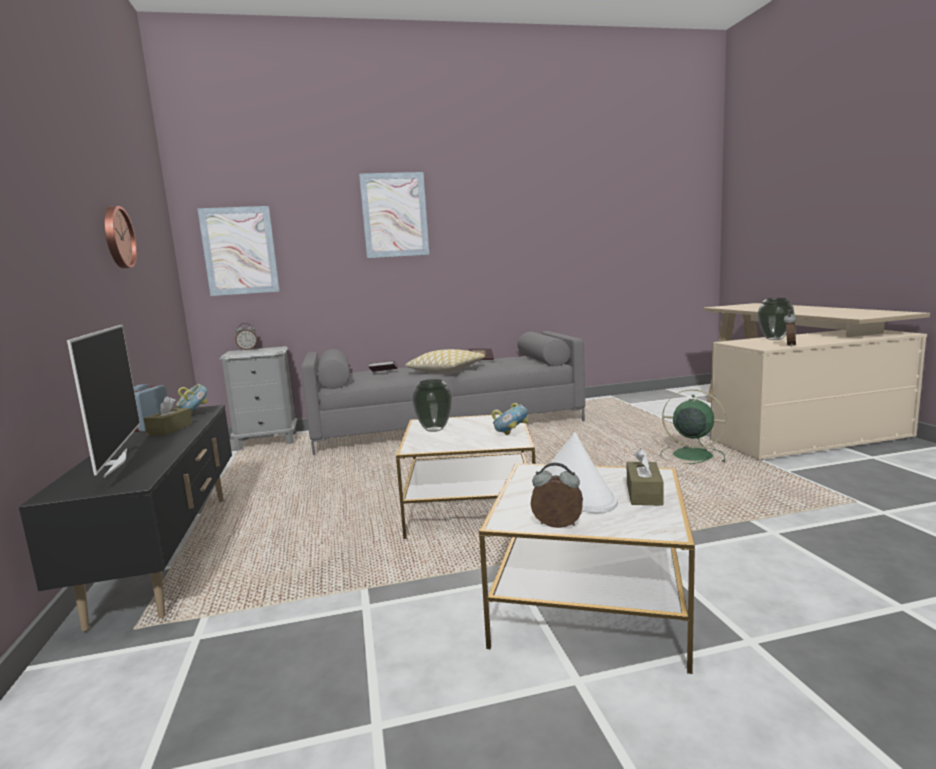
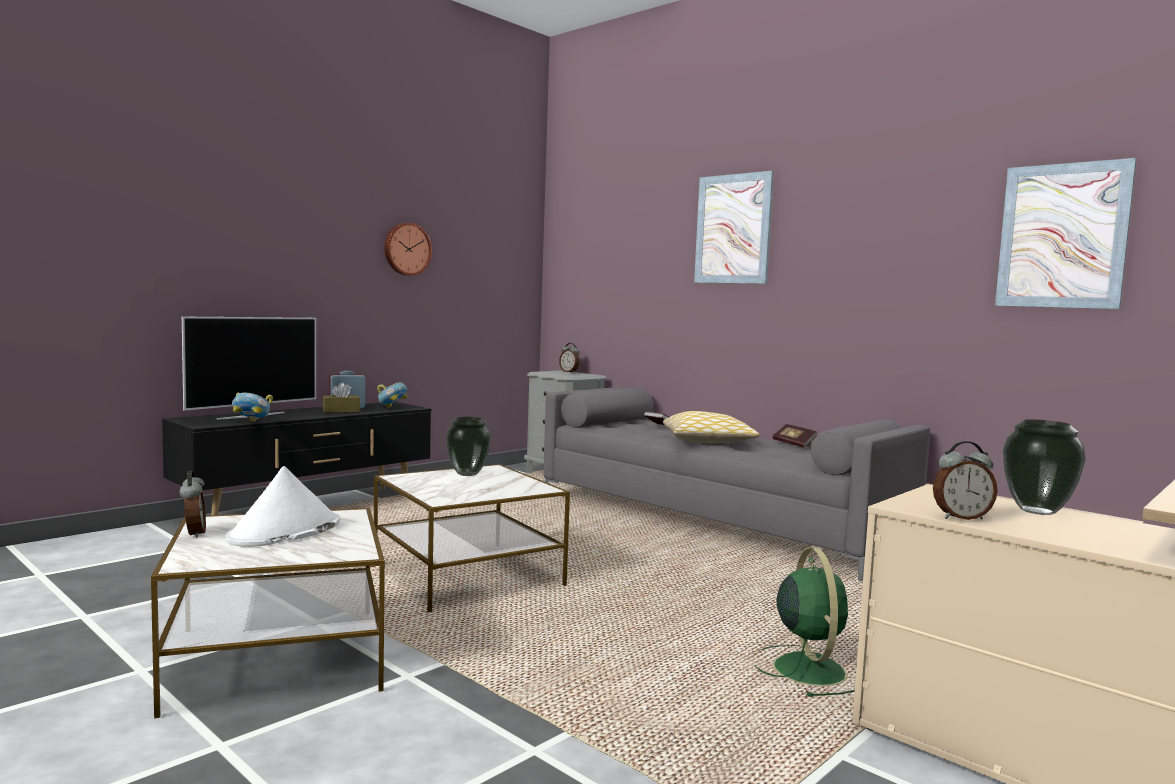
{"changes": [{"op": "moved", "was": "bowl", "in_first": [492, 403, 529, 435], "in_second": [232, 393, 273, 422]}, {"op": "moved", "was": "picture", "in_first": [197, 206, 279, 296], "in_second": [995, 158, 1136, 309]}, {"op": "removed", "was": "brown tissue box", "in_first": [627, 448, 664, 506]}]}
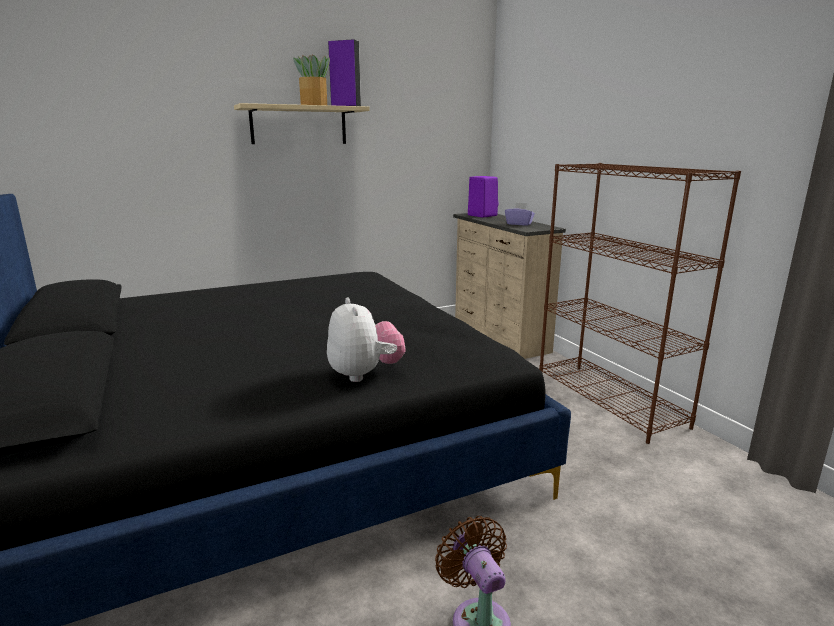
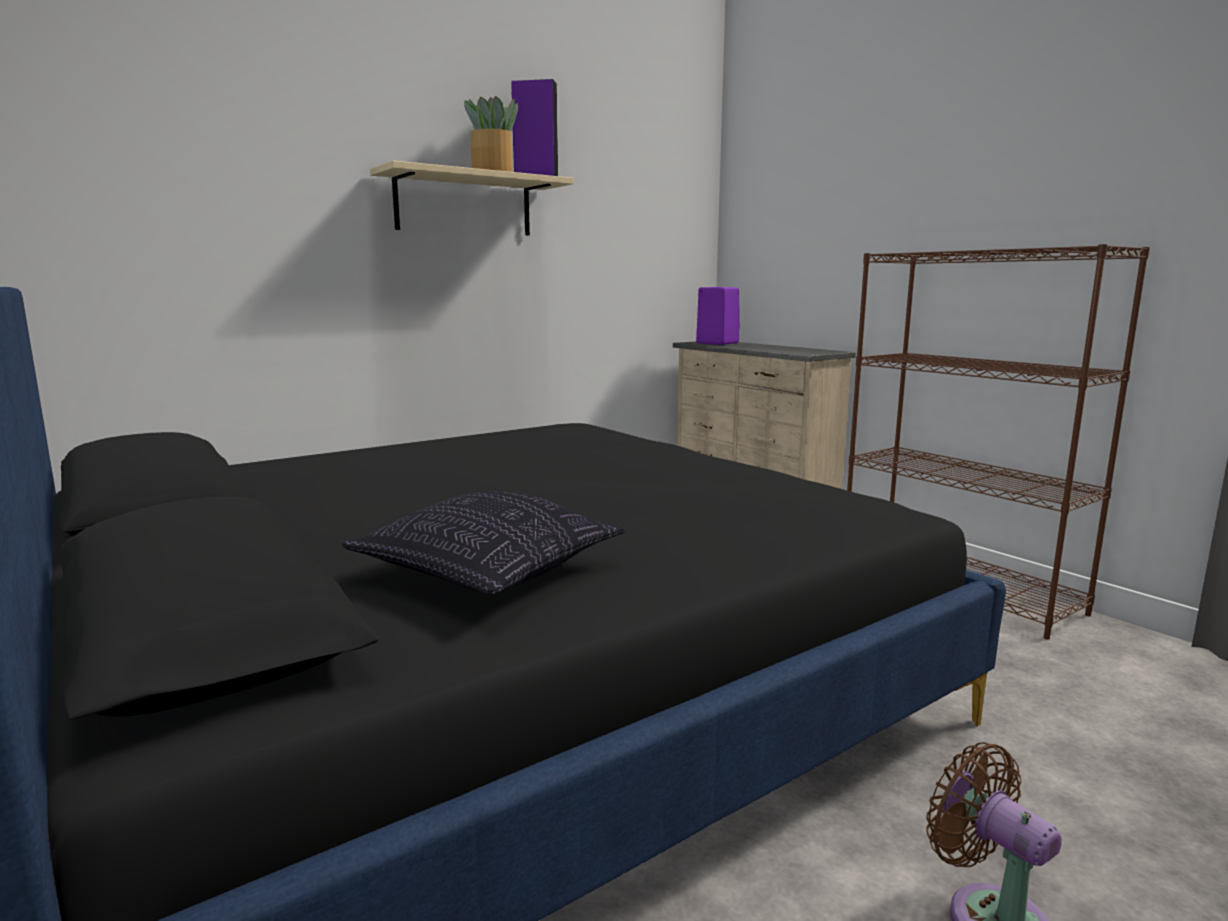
{"changes": [{"op": "added", "now": "pillow", "in_second": [342, 491, 625, 595]}, {"op": "removed", "was": "plush toy", "in_first": [327, 297, 406, 382]}, {"op": "removed", "was": "purple tissue box", "in_first": [505, 203, 535, 226]}]}
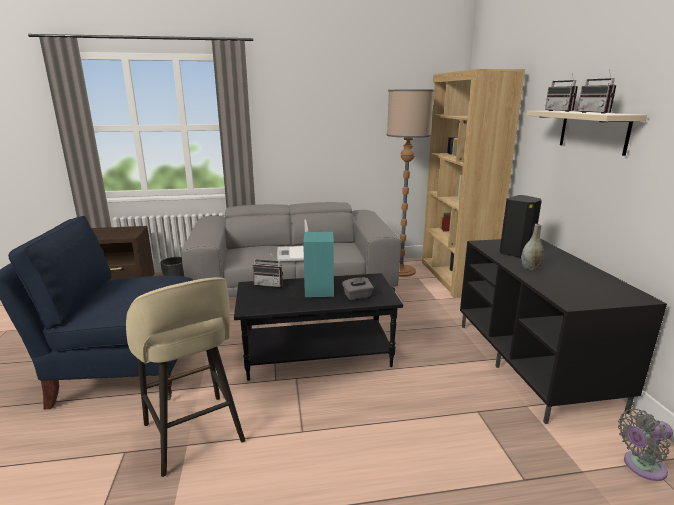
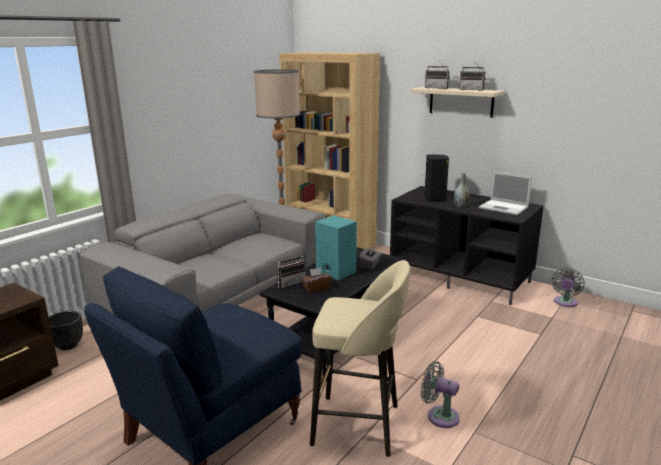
{"changes": [{"op": "added", "now": "brown tissue box", "in_second": [301, 267, 332, 293]}, {"op": "added", "now": "grey fan", "in_second": [421, 361, 460, 428]}, {"op": "moved", "was": "laptop", "in_first": [277, 219, 308, 261], "in_second": [479, 171, 532, 215]}]}
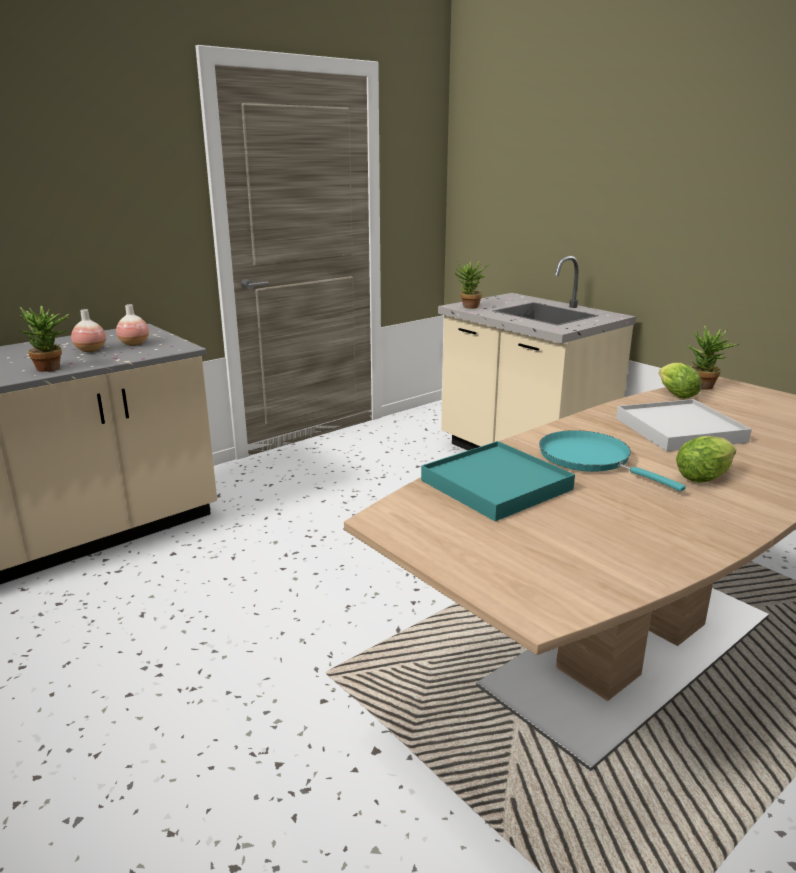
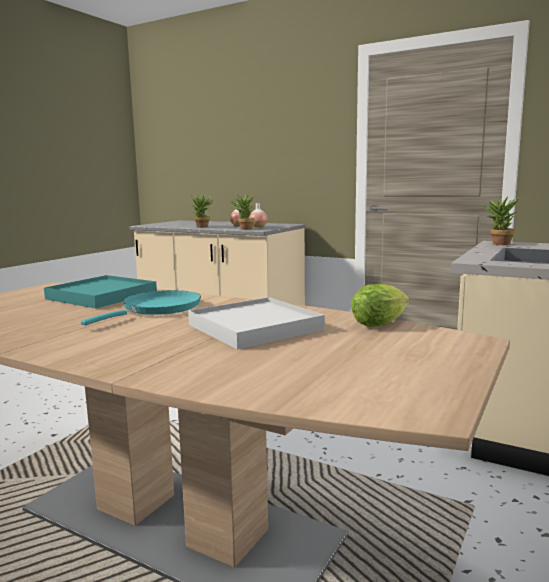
{"changes": [{"op": "moved", "was": "potted plant", "in_first": [686, 326, 739, 390], "in_second": [229, 195, 255, 230]}, {"op": "removed", "was": "lettuce", "in_first": [676, 436, 736, 483]}]}
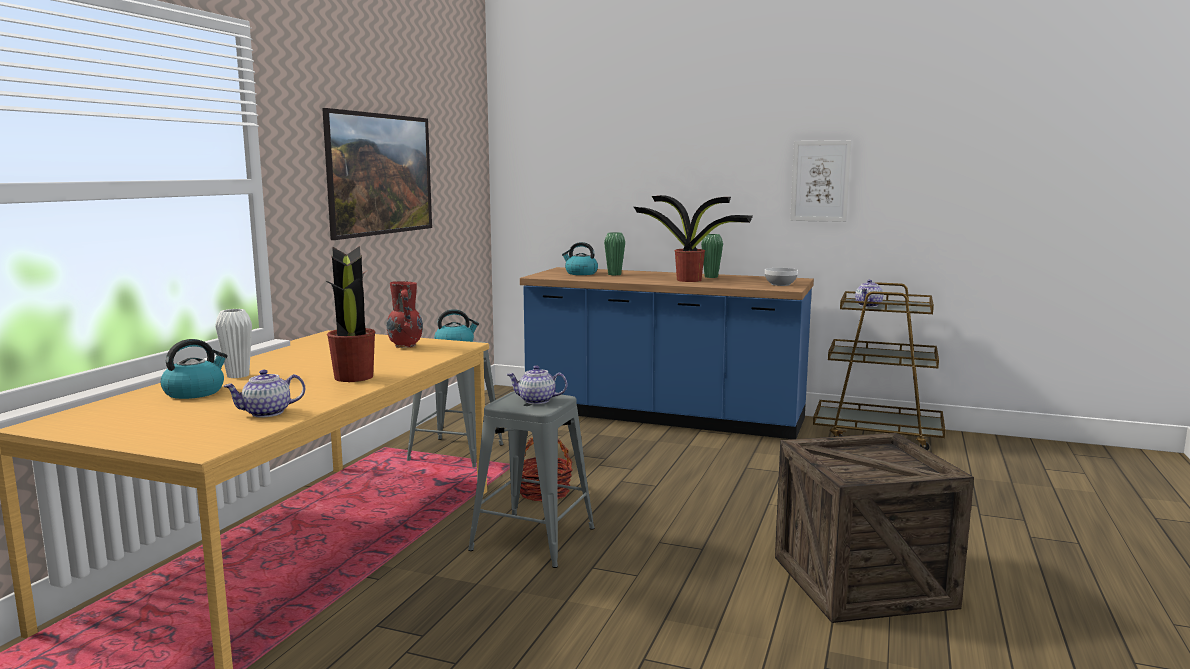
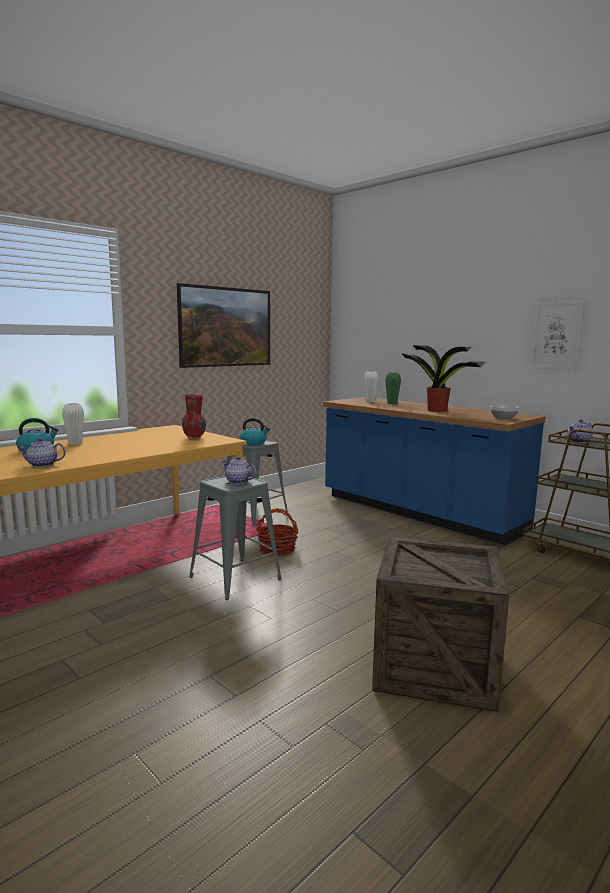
{"changes": [{"op": "replaced", "was": "kettle", "now": "white vase", "in_first": [562, 242, 598, 275], "in_second": [363, 371, 379, 402]}, {"op": "removed", "was": "potted plant", "in_first": [326, 246, 376, 382]}, {"op": "removed", "was": "green vase", "in_first": [701, 234, 723, 278]}]}
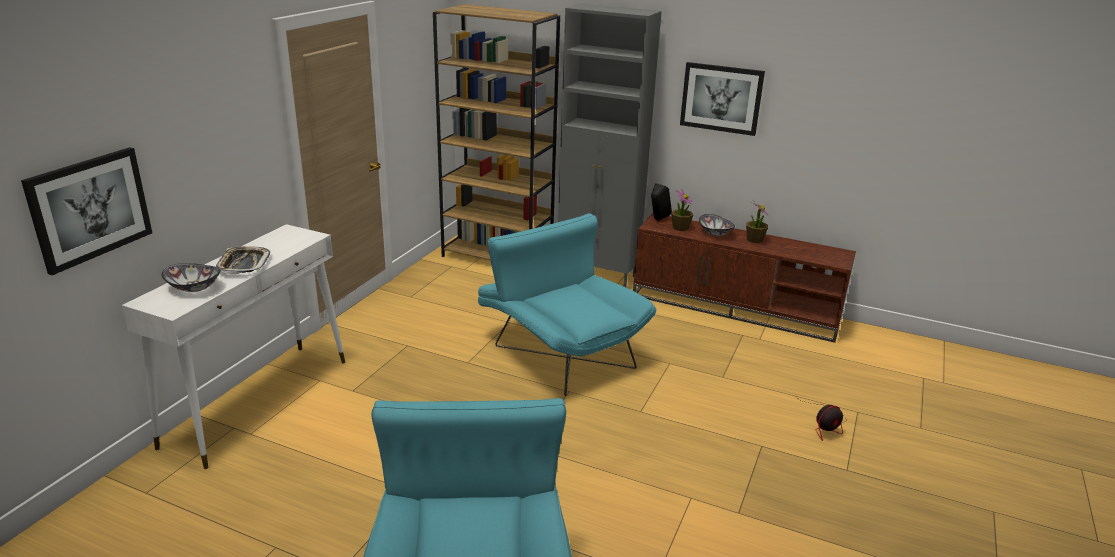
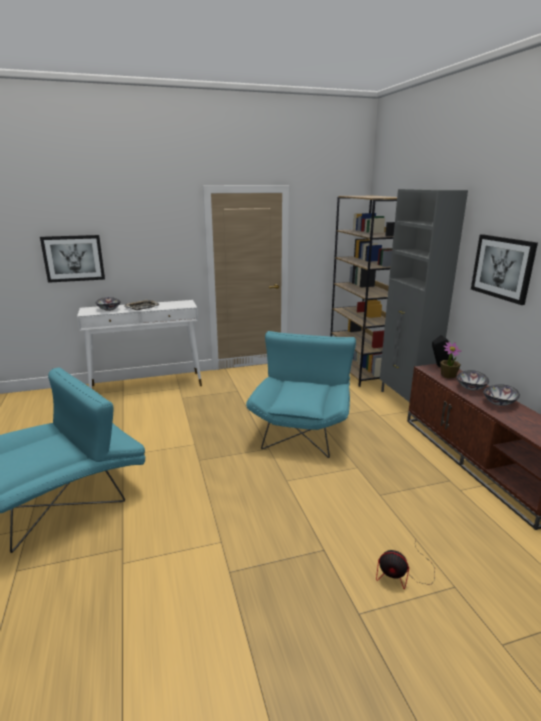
{"changes": [{"op": "replaced", "was": "potted plant", "now": "bowl", "in_first": [746, 202, 768, 243], "in_second": [483, 384, 520, 406]}]}
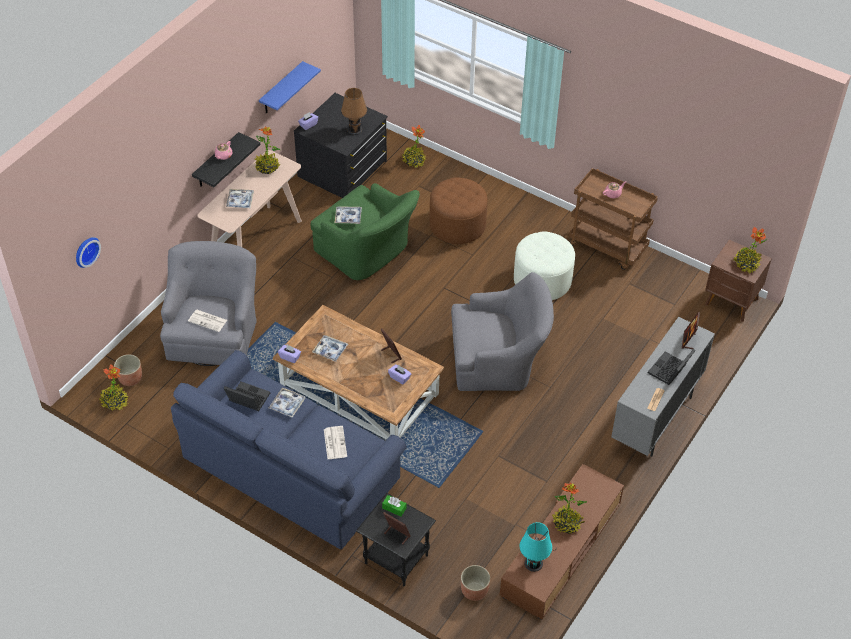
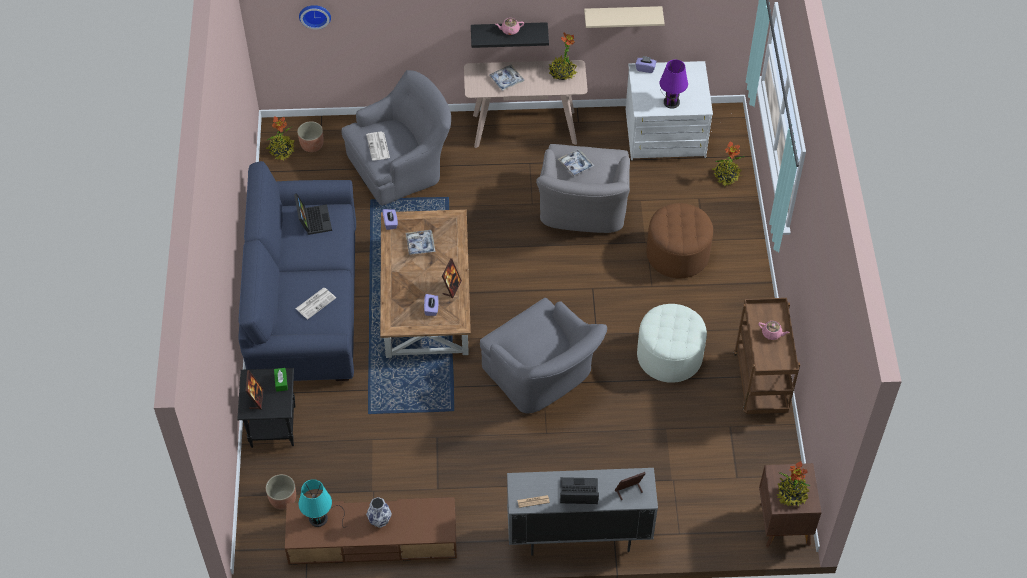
{"changes": [{"op": "replaced", "was": "potted plant", "now": "vase", "in_first": [552, 483, 587, 534], "in_second": [366, 497, 392, 528]}, {"op": "recoloured", "was": "green armchair", "now": "grey armchair", "in_first": [311, 183, 420, 280], "in_second": [536, 144, 630, 233]}, {"op": "recoloured", "was": "blue shelf", "now": "beige shelf", "in_first": [259, 61, 321, 114], "in_second": [584, 6, 665, 28]}, {"op": "recoloured", "was": "black dresser", "now": "white dresser", "in_first": [293, 93, 388, 198], "in_second": [626, 61, 713, 160]}, {"op": "recoloured", "was": "brown table lamp", "now": "purple table lamp", "in_first": [335, 88, 367, 135], "in_second": [660, 60, 688, 109]}, {"op": "removed", "was": "tray", "in_first": [269, 387, 306, 418]}]}
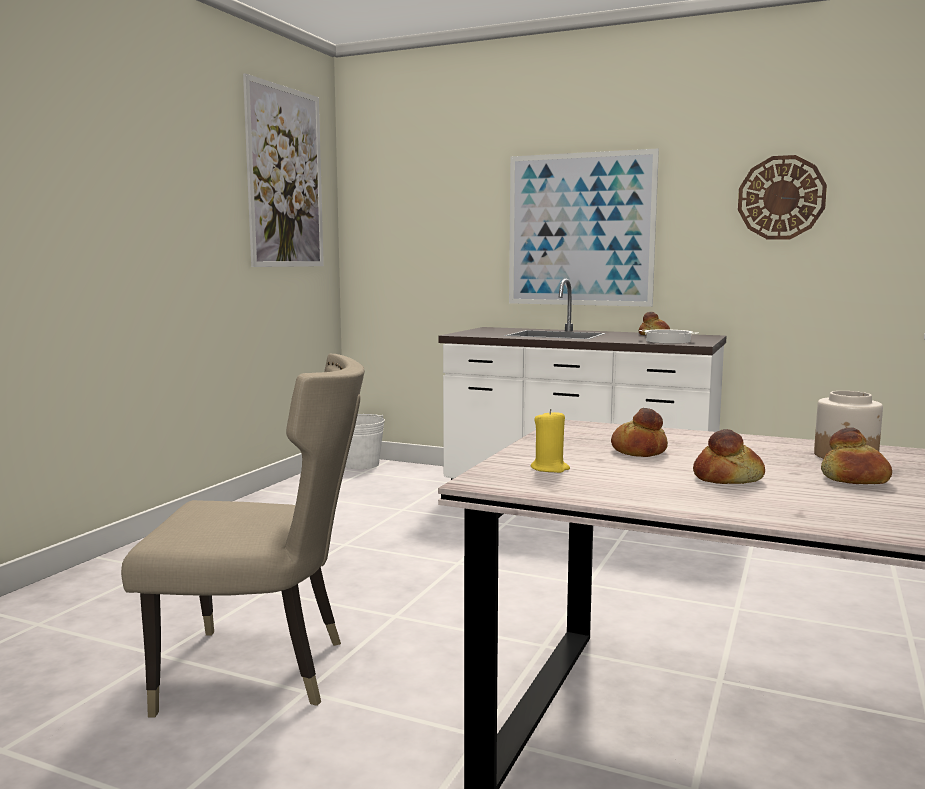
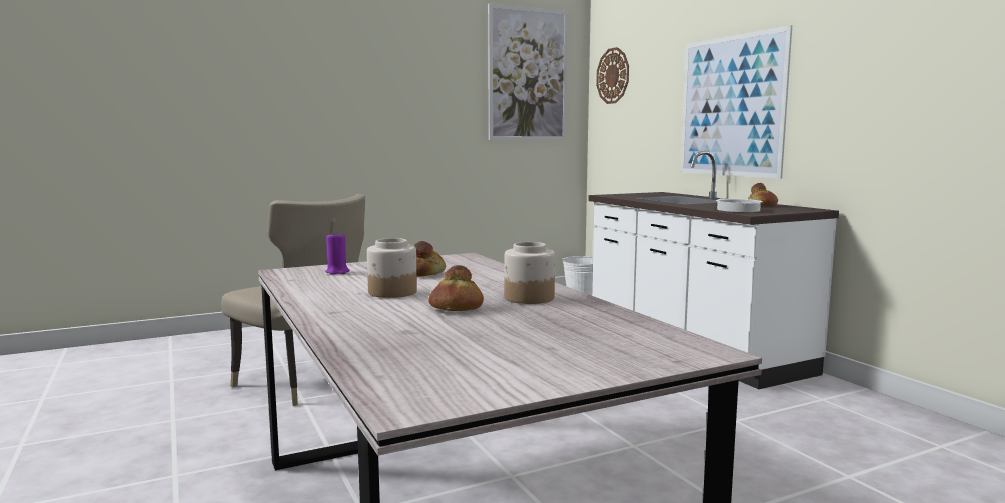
{"changes": [{"op": "recoloured", "was": "yellow candle", "now": "purple candle", "in_first": [530, 409, 570, 473], "in_second": [325, 232, 350, 274]}, {"op": "replaced", "was": "bread", "now": "jar", "in_first": [693, 429, 765, 484], "in_second": [367, 238, 417, 298]}, {"op": "moved", "was": "wall clock", "in_first": [738, 155, 827, 240], "in_second": [596, 47, 629, 104]}]}
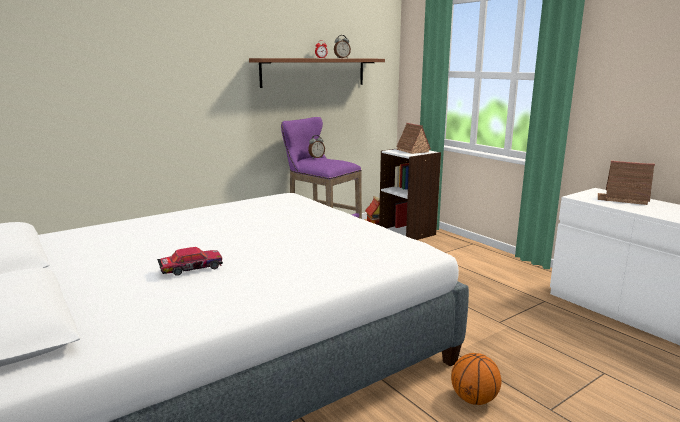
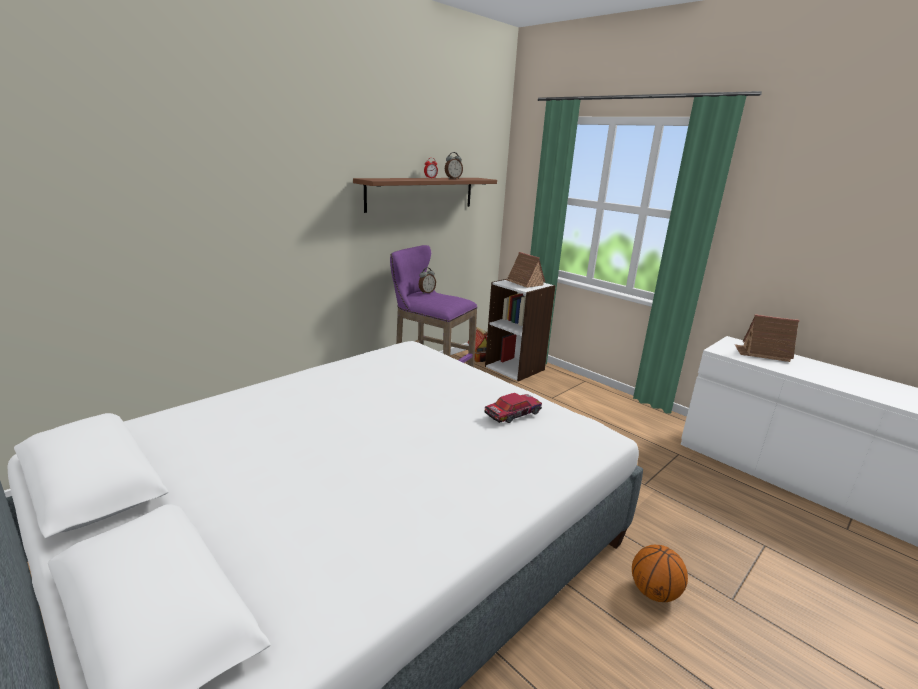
{"changes": [{"op": "moved", "was": "toy car", "in_first": [157, 247, 223, 276], "in_second": [484, 393, 542, 423]}]}
